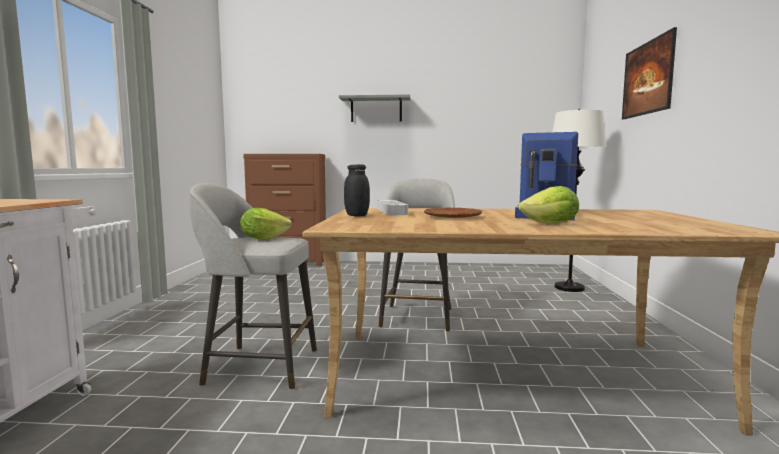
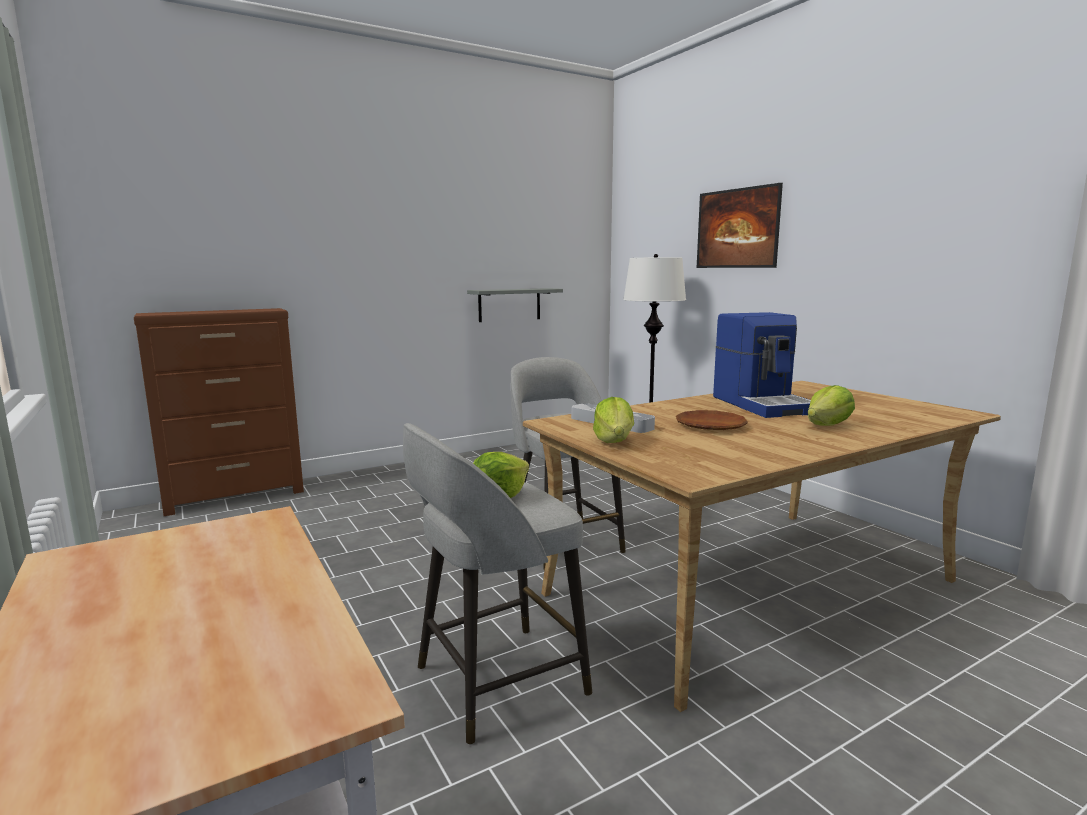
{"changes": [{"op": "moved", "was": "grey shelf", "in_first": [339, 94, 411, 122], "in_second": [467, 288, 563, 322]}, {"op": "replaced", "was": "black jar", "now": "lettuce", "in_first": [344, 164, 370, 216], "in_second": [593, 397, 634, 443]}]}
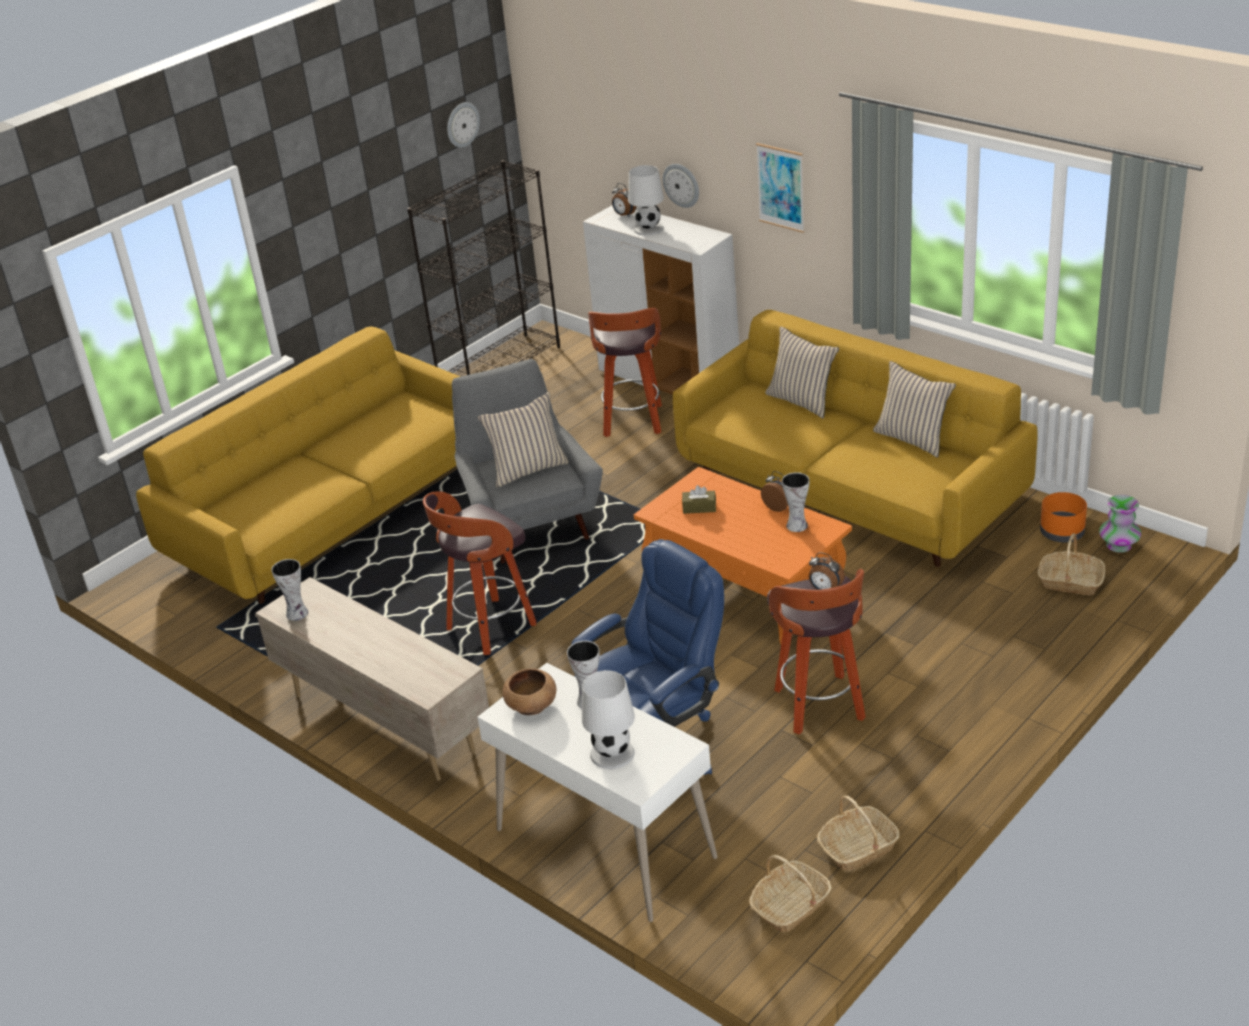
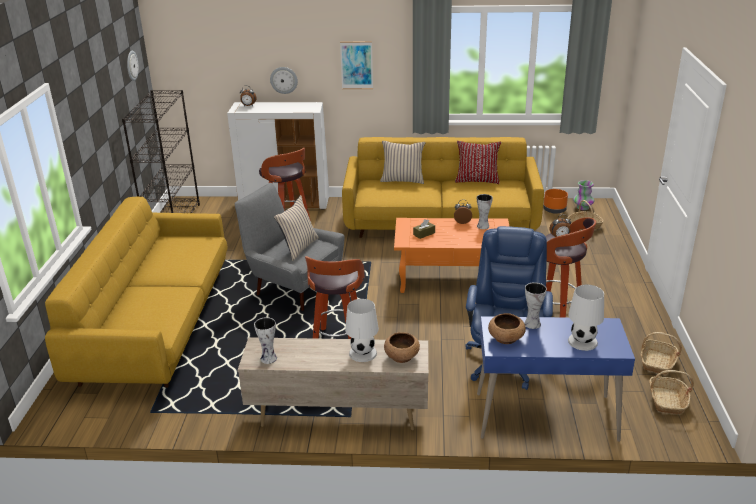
{"changes": [{"op": "moved", "was": "white table lamp", "in_first": [628, 165, 664, 236], "in_second": [345, 299, 379, 362]}, {"op": "added", "now": "brown bowl", "in_second": [384, 332, 420, 363]}, {"op": "recoloured", "was": "beige pillow", "now": "red pillow", "in_first": [873, 361, 956, 458], "in_second": [455, 141, 501, 184]}, {"op": "recoloured", "was": "white desk", "now": "blue desk", "in_first": [477, 663, 717, 922], "in_second": [477, 316, 635, 442]}]}
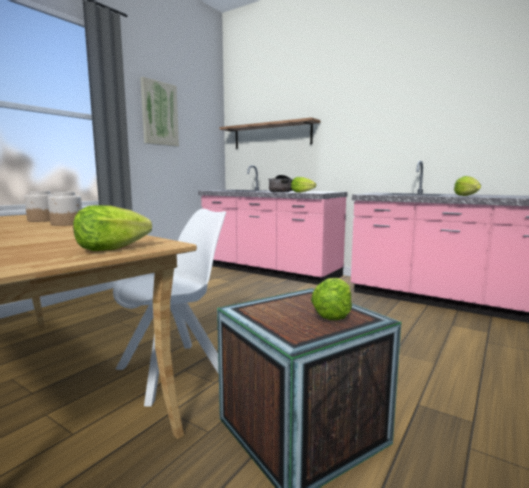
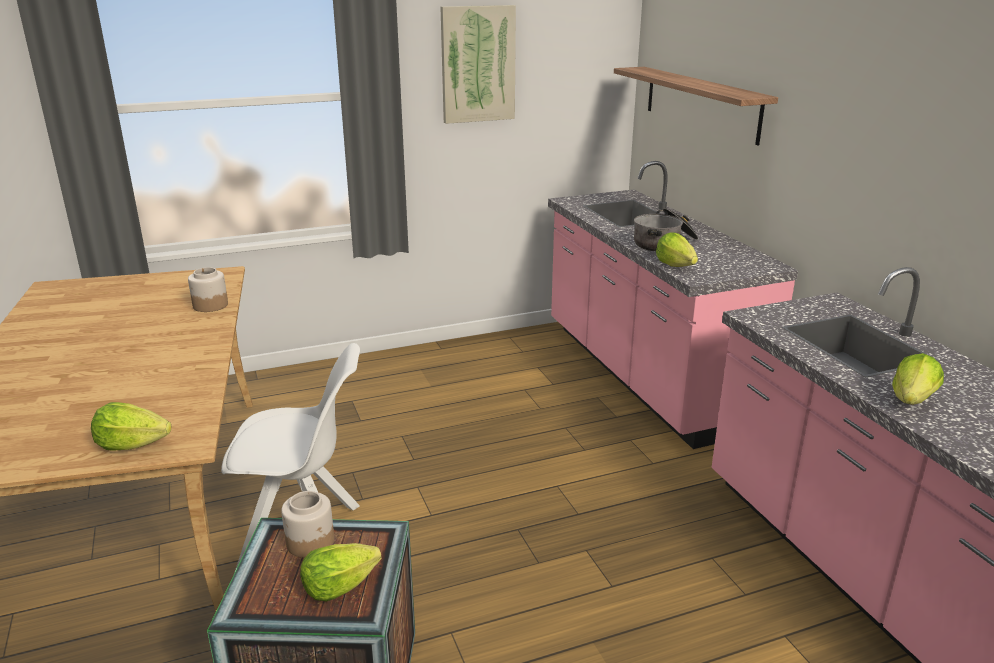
{"changes": [{"op": "moved", "was": "jar", "in_first": [48, 192, 82, 226], "in_second": [281, 491, 334, 558]}]}
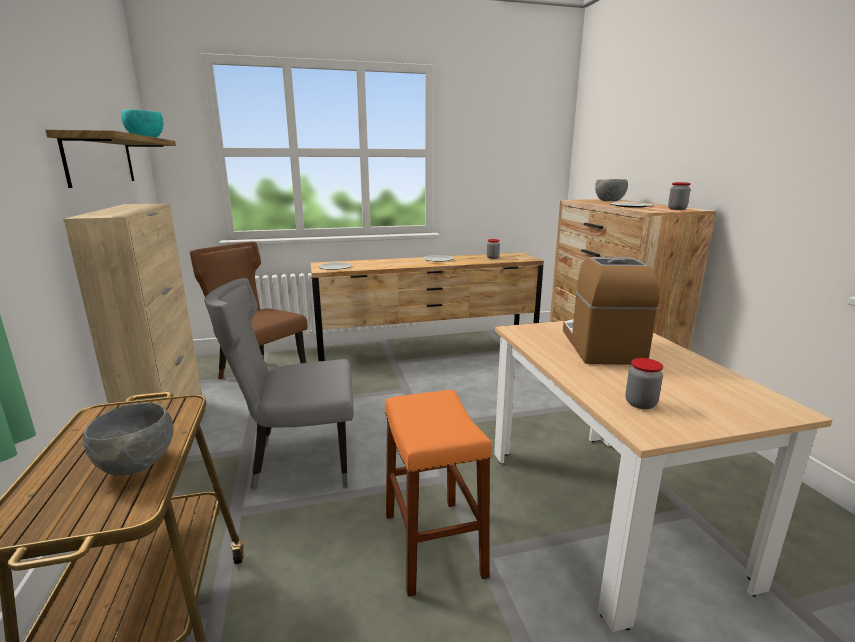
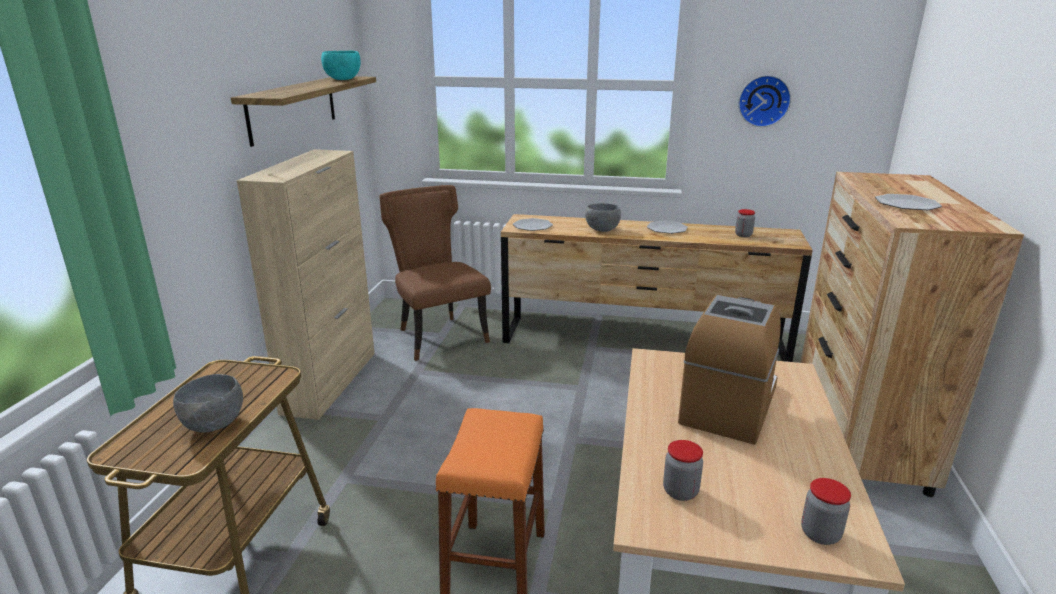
{"changes": [{"op": "moved", "was": "grey bowl", "in_first": [595, 179, 628, 201], "in_second": [585, 203, 621, 232]}, {"op": "added", "now": "wall clock", "in_second": [738, 75, 791, 127]}, {"op": "moved", "was": "jar", "in_first": [668, 182, 691, 210], "in_second": [801, 478, 851, 545]}, {"op": "removed", "was": "grey chair", "in_first": [204, 278, 354, 490]}]}
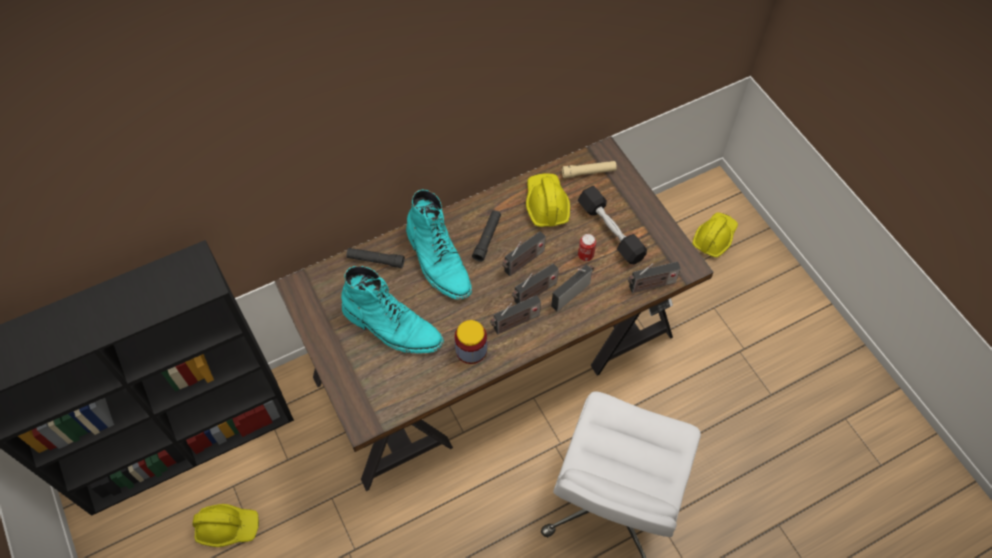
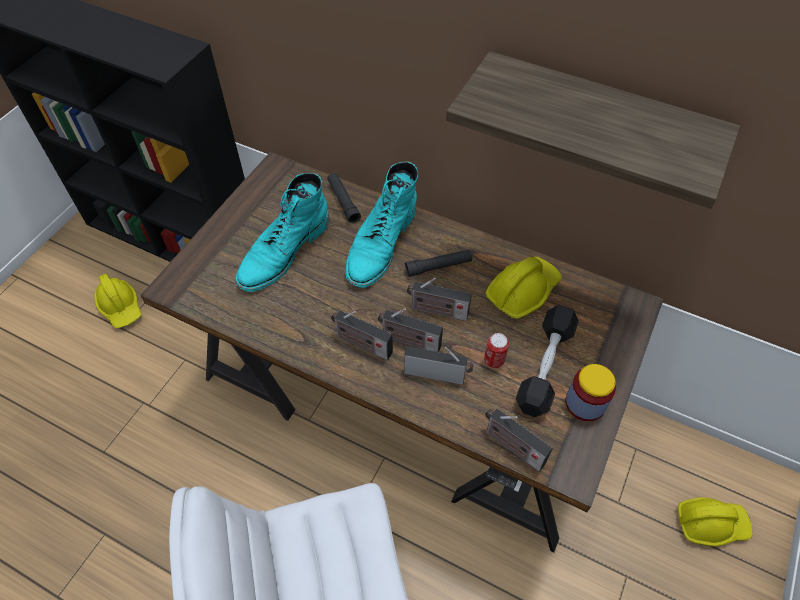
{"changes": [{"op": "turned", "was": "turquoise boot", "in_first": [341, 266, 444, 353], "in_second": [235, 173, 330, 292], "clockwise": 45}, {"op": "added", "now": "shelf", "in_second": [446, 51, 740, 208]}, {"op": "moved", "was": "jar", "in_first": [455, 320, 487, 364], "in_second": [565, 364, 616, 421]}, {"op": "removed", "was": "beige flashlight", "in_first": [562, 161, 617, 178]}]}
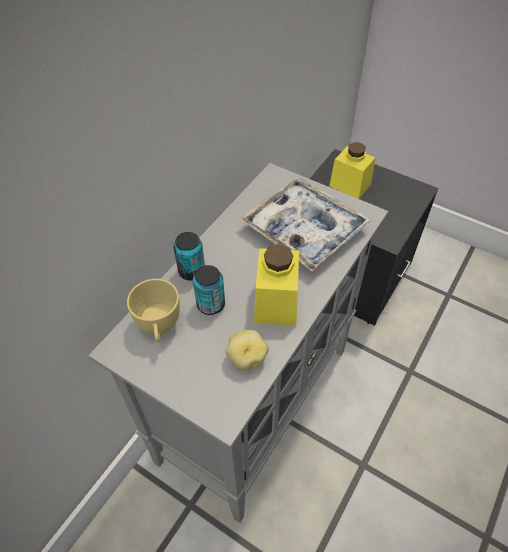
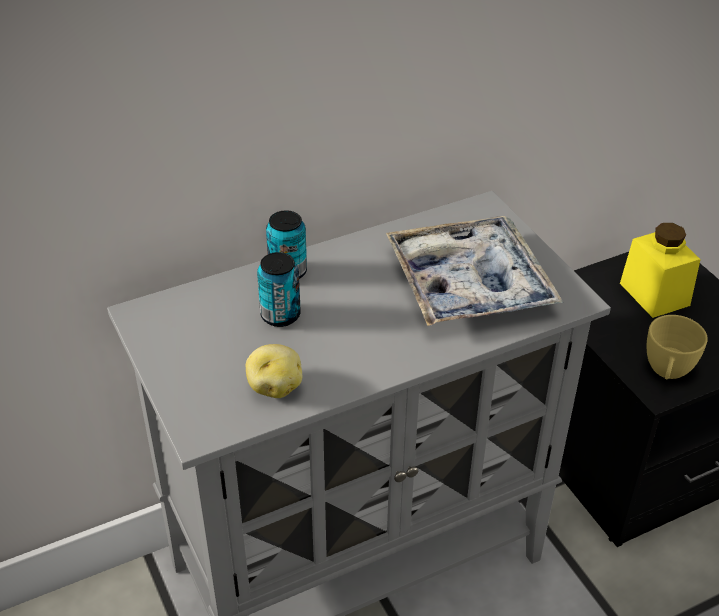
{"changes": [{"op": "moved", "was": "yellow cup", "in_first": [127, 279, 180, 342], "in_second": [647, 315, 708, 379]}, {"op": "removed", "was": "yellow jar", "in_first": [254, 244, 299, 326]}]}
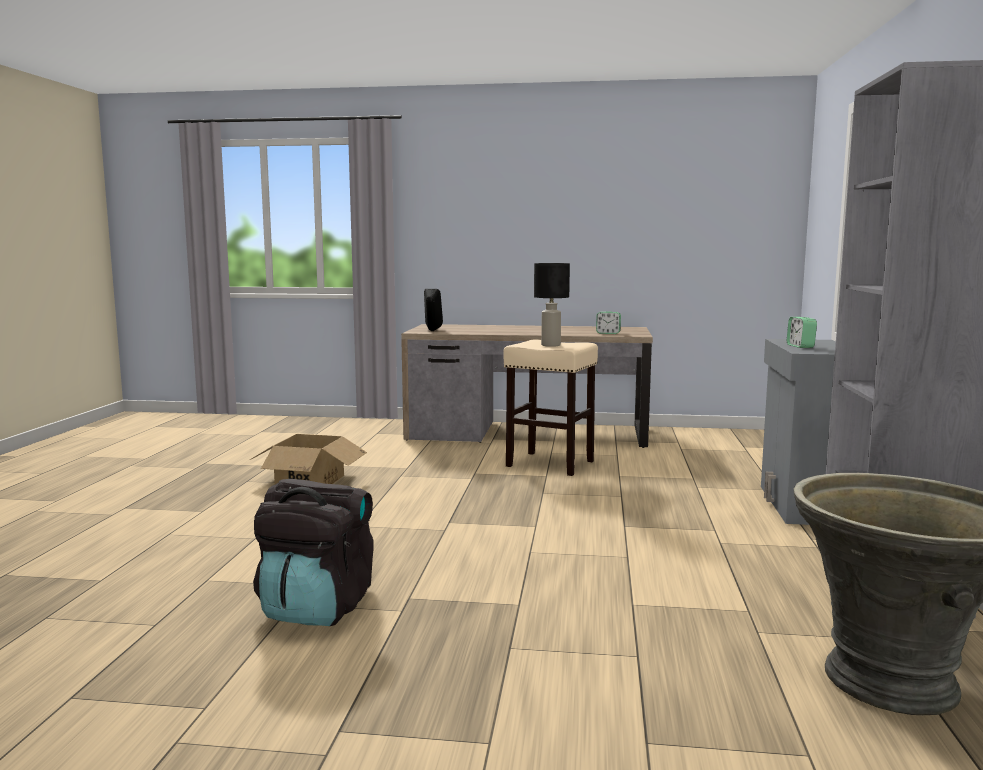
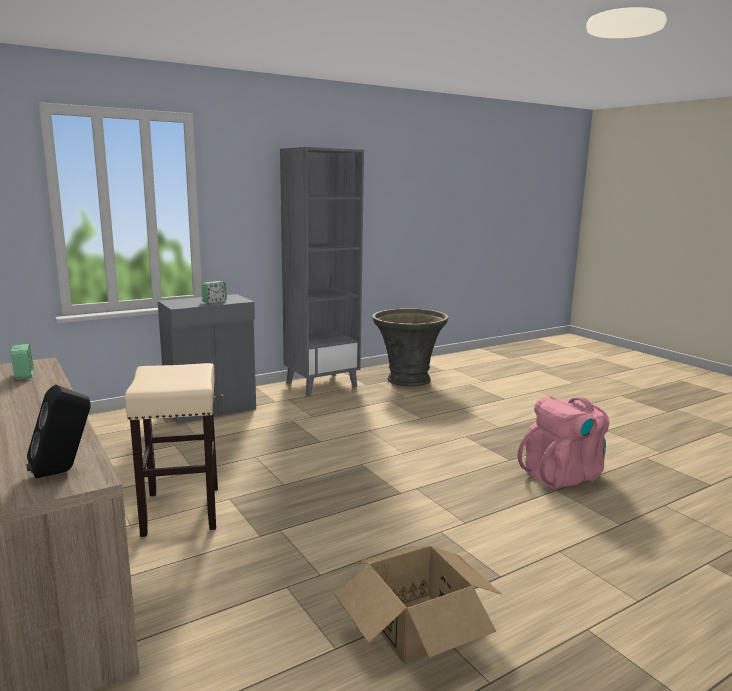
{"changes": [{"op": "recoloured", "was": "black backpack", "now": "pink backpack", "in_first": [253, 479, 374, 626], "in_second": [518, 396, 609, 489]}, {"op": "removed", "was": "black table lamp", "in_first": [534, 263, 570, 347]}]}
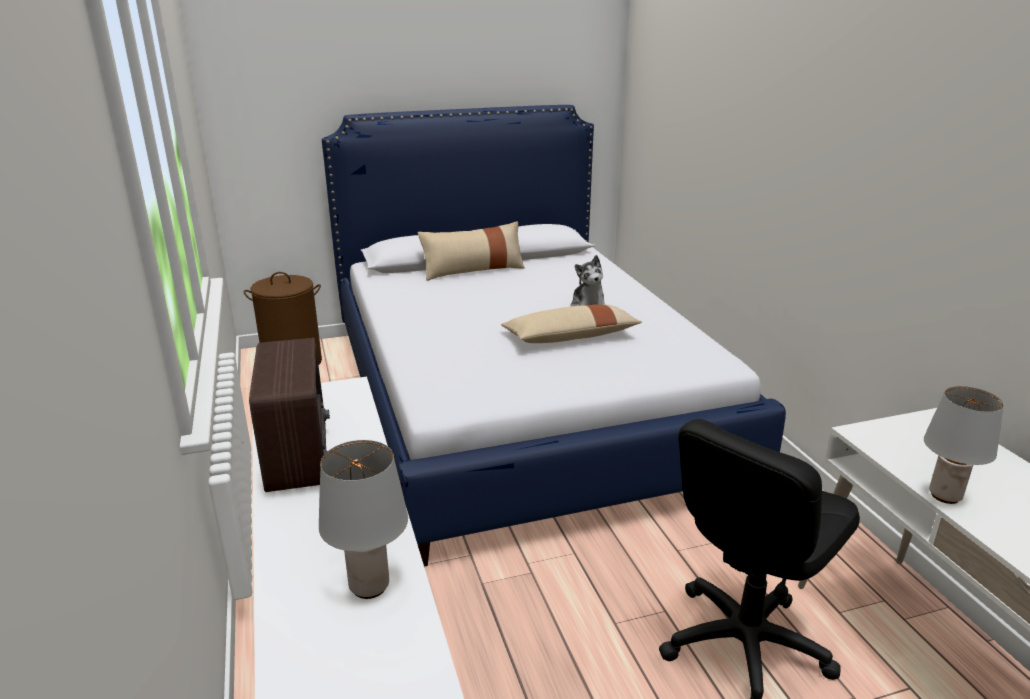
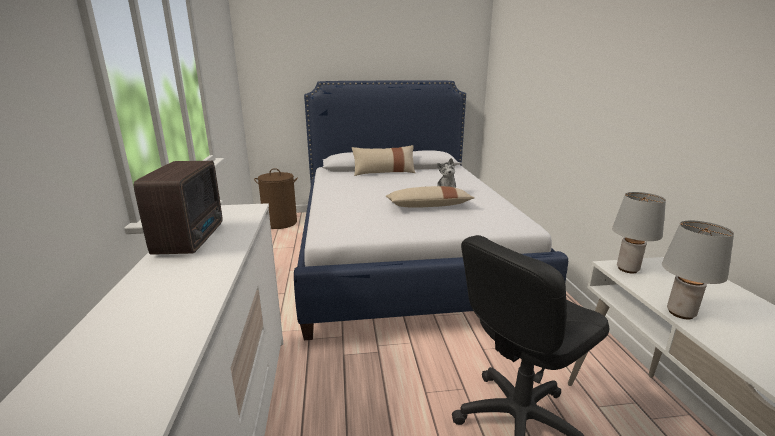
{"changes": [{"op": "moved", "was": "grey table lamp", "in_first": [319, 440, 408, 599], "in_second": [612, 192, 666, 274]}]}
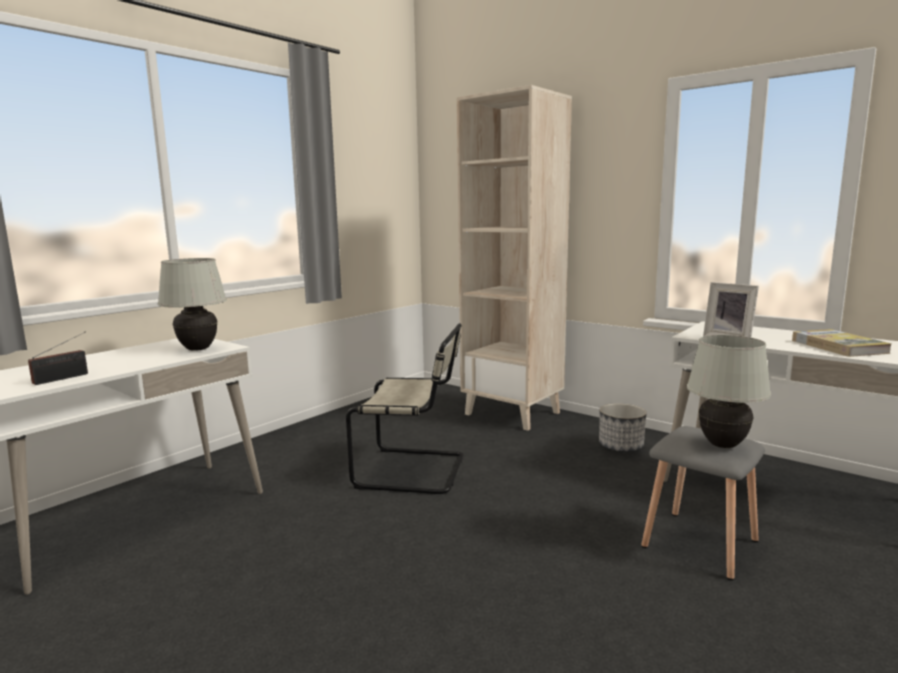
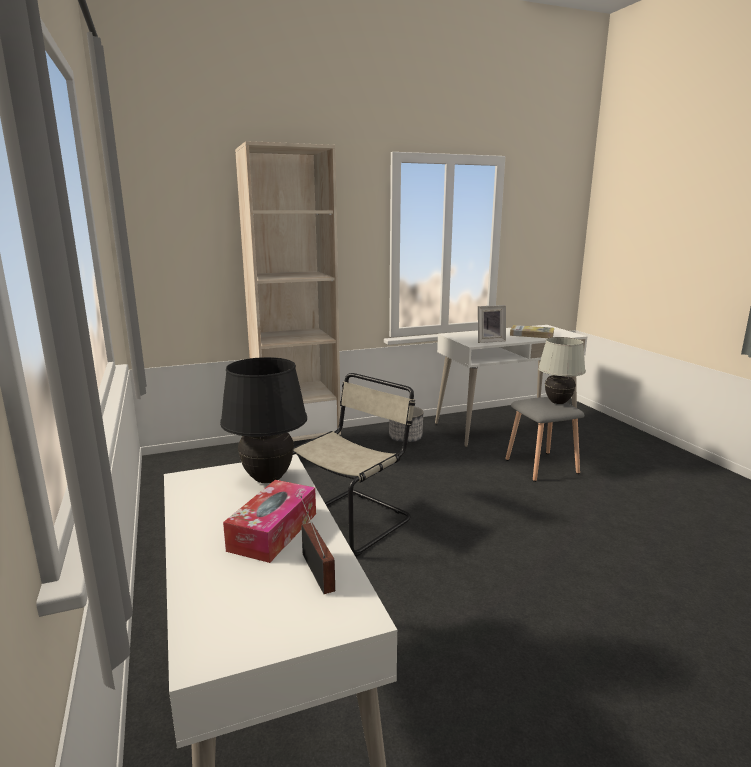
{"changes": [{"op": "recoloured", "was": "white table lamp", "now": "black table lamp", "in_first": [158, 258, 227, 351], "in_second": [220, 357, 307, 483]}, {"op": "added", "now": "tissue box", "in_second": [223, 480, 316, 563]}]}
